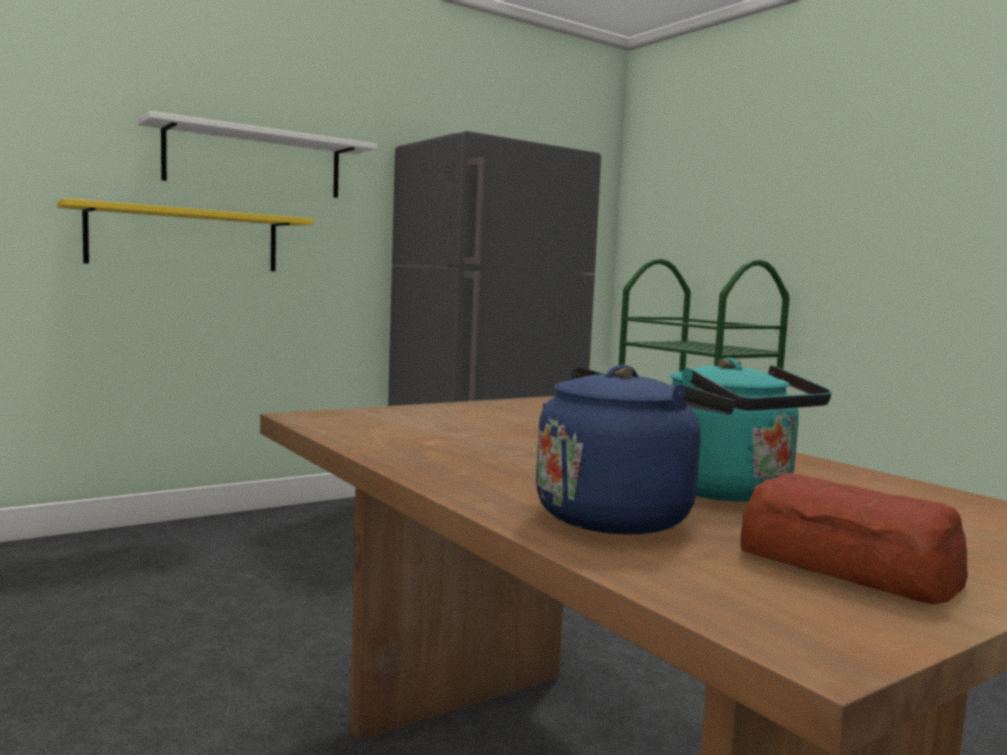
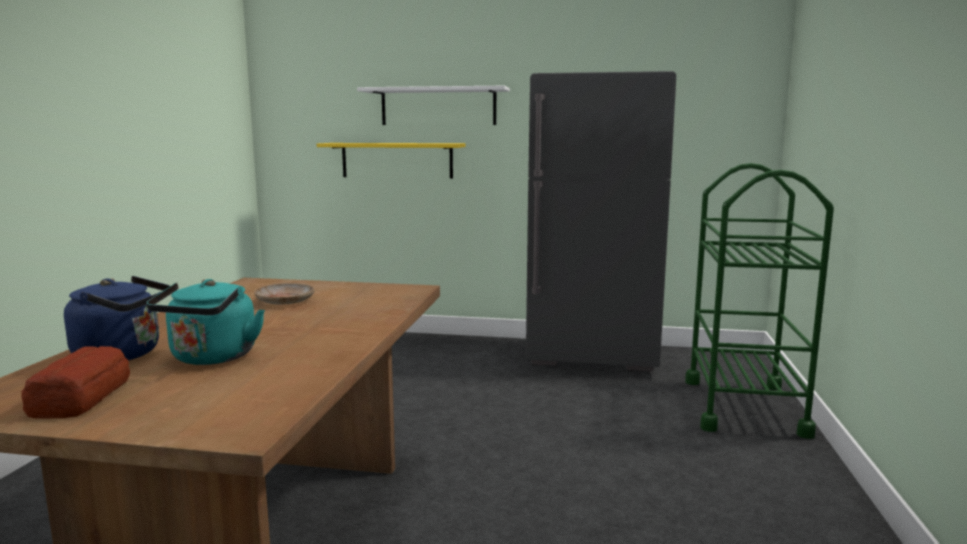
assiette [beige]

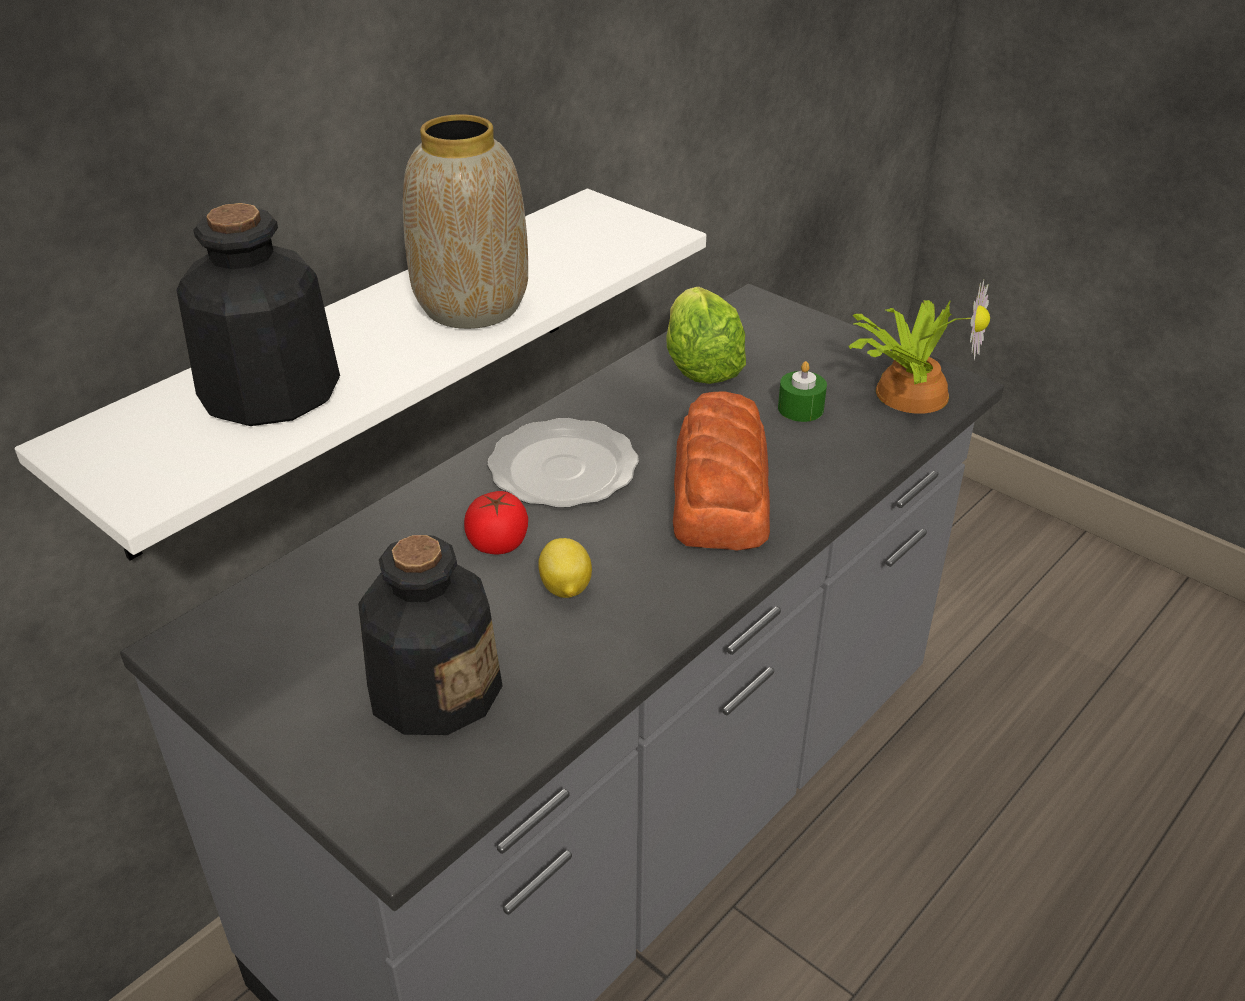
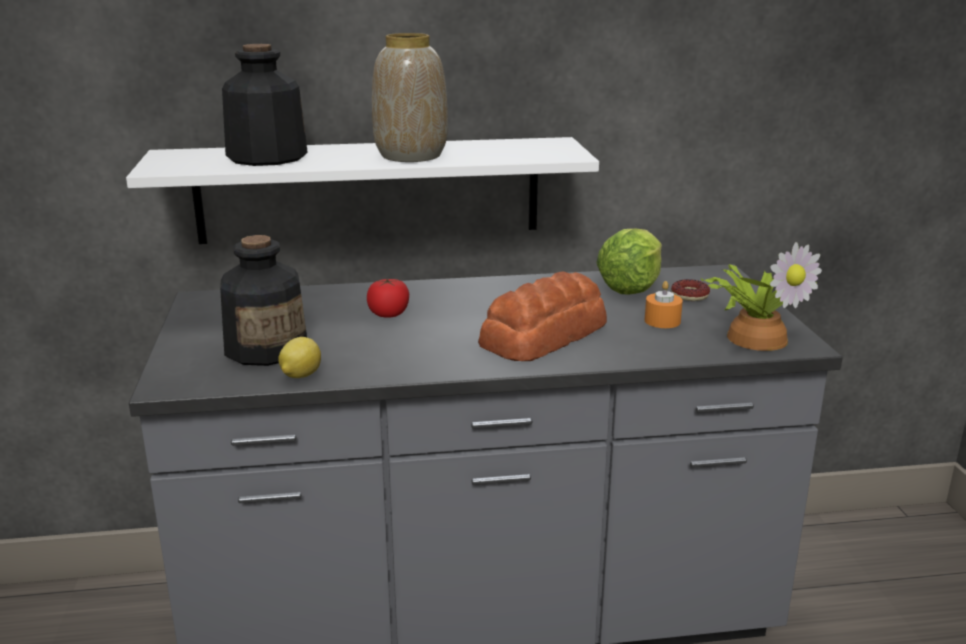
assiette
citron
bougie [orange]
beignet

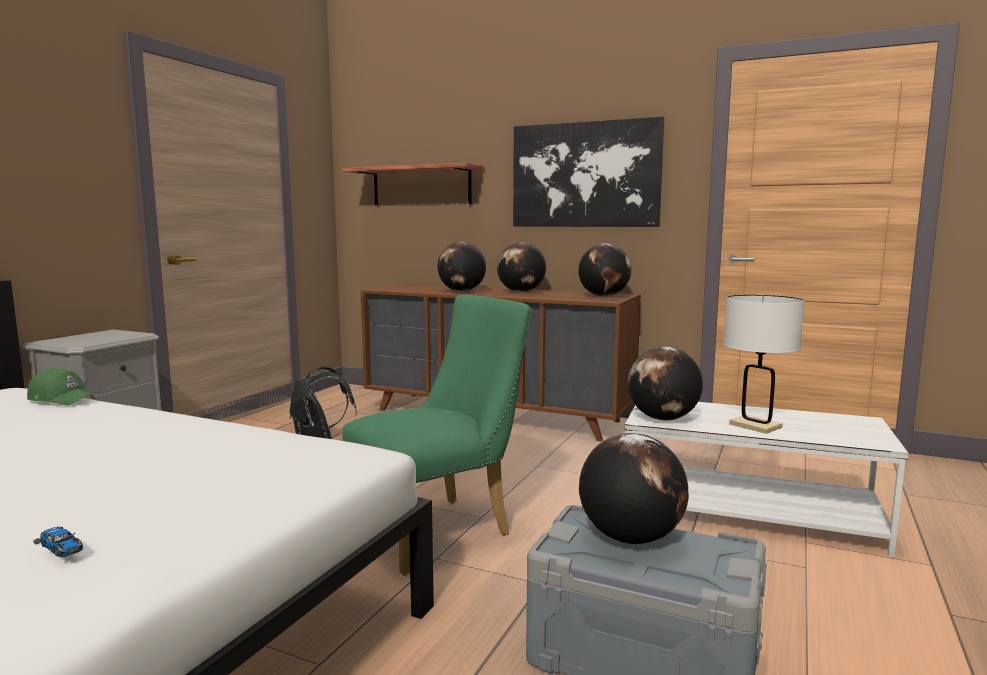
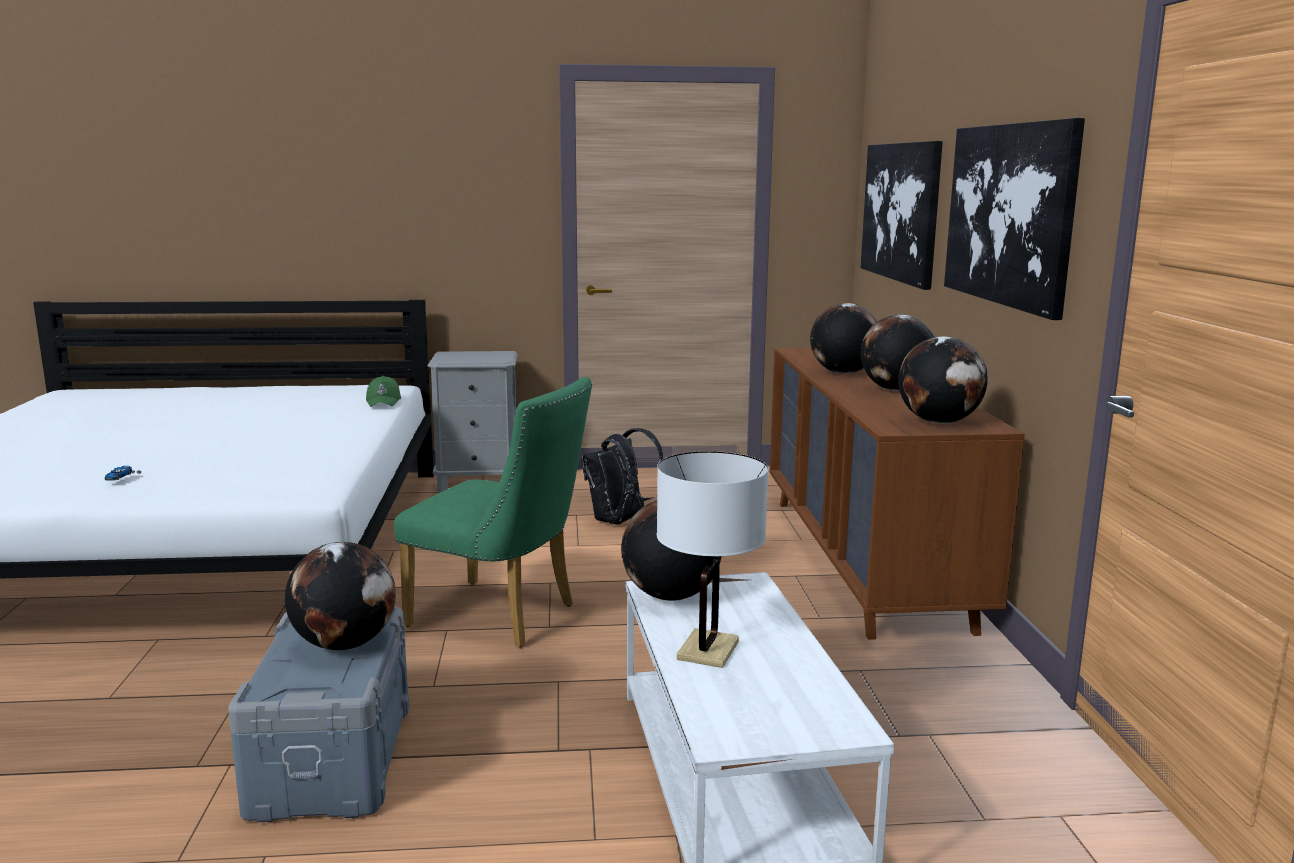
tableau (no. 1 from left)

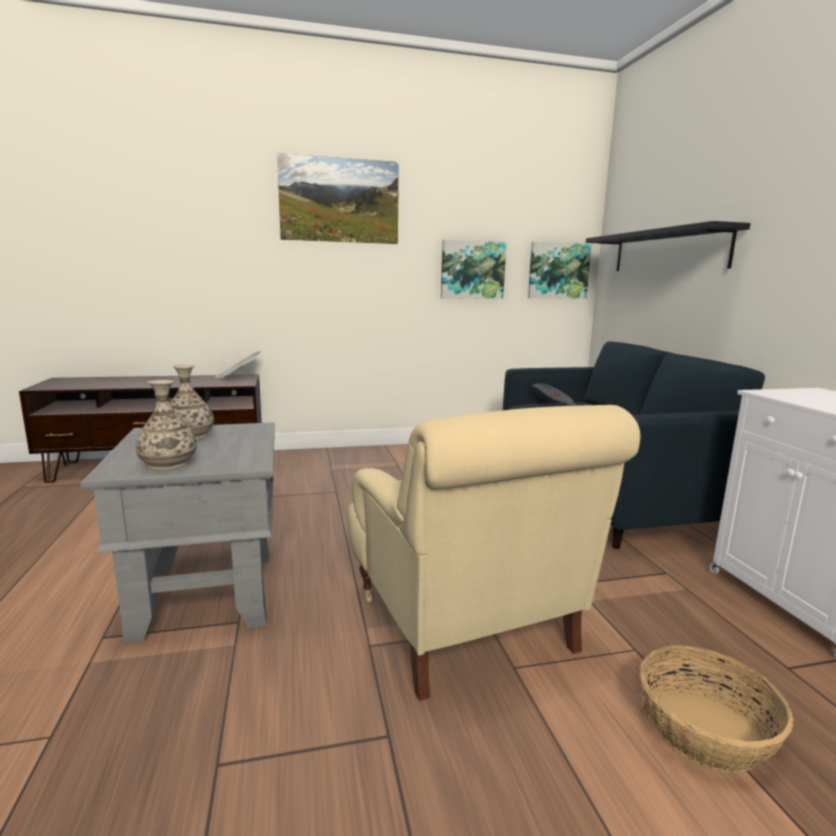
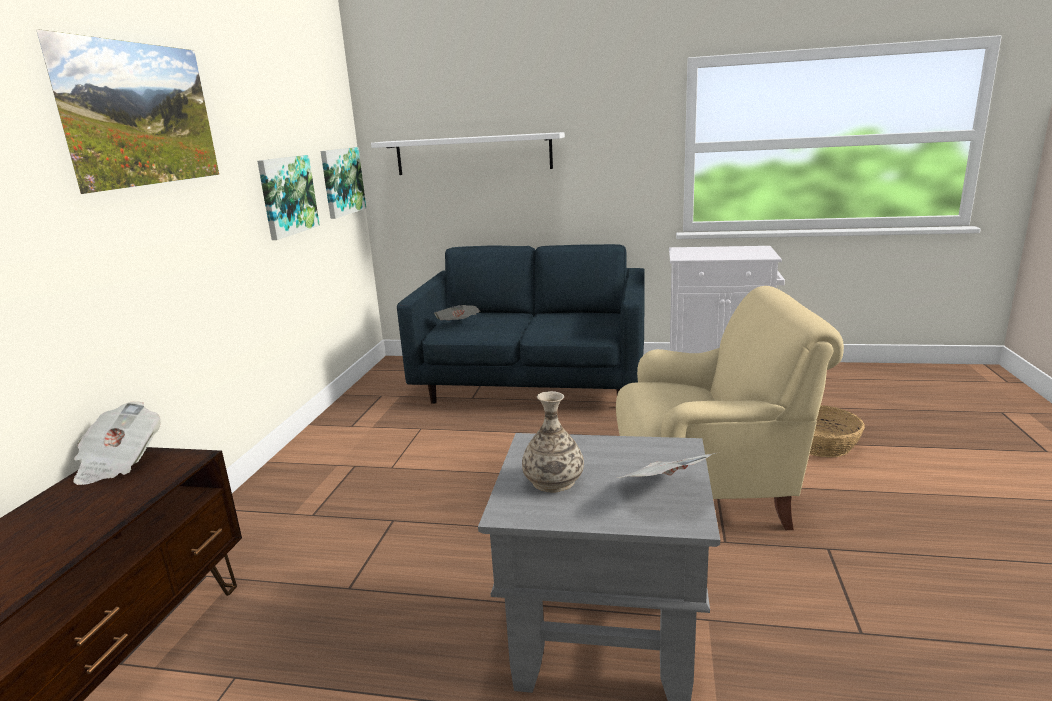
journal (no. 3 from left)
étagère [blanc]

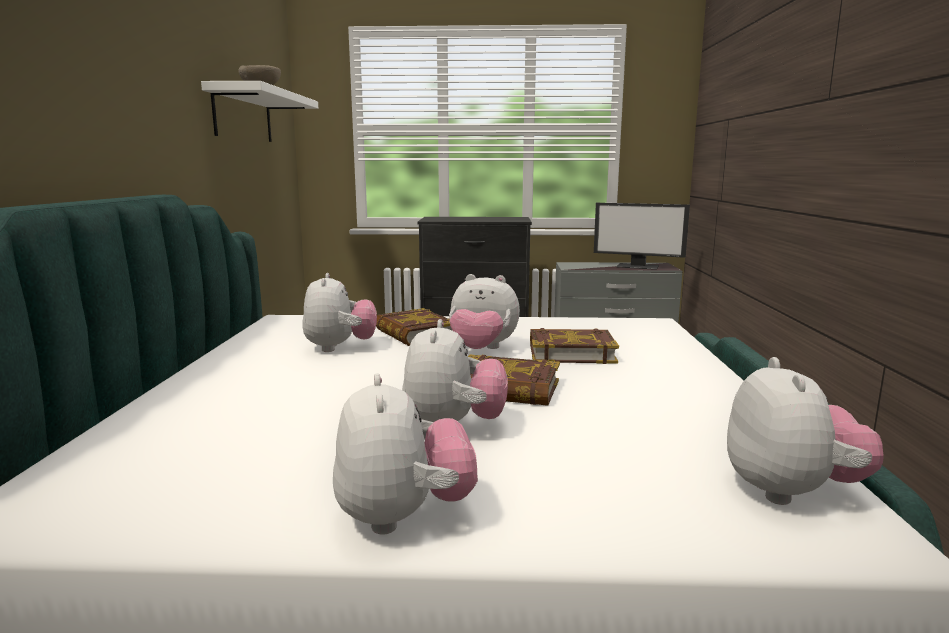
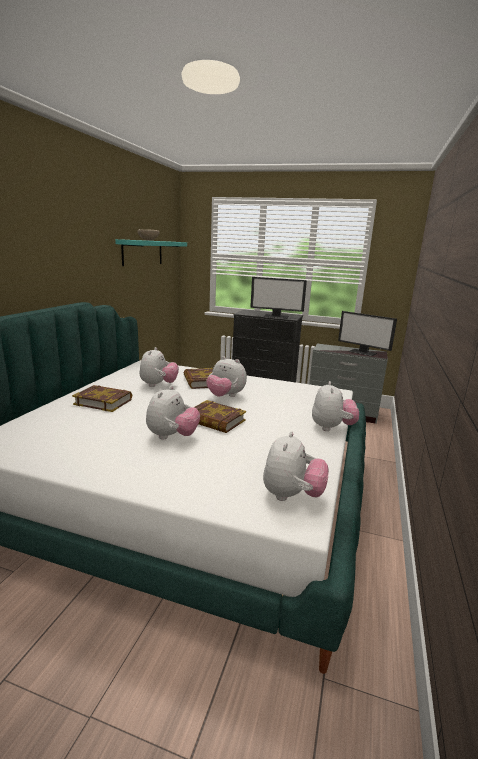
étagère [turquoise]
peluche (no. 5 from left)
livre (no. 1 from left)
écran d'ordinateur (no. 1 from left)

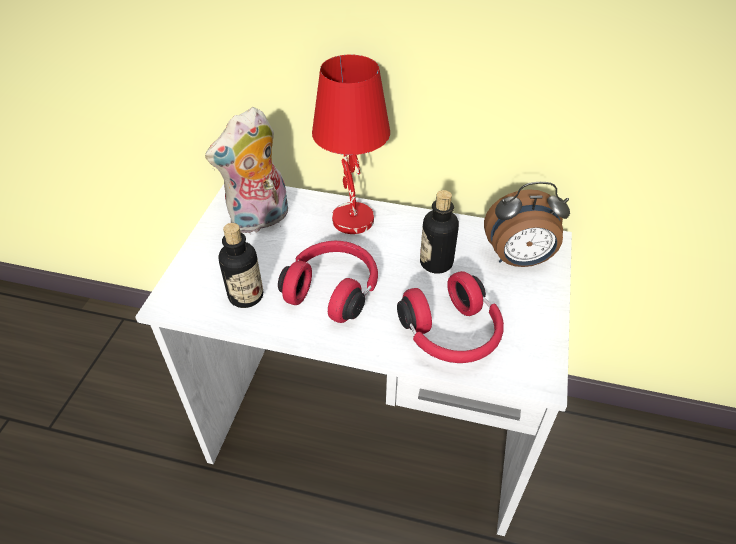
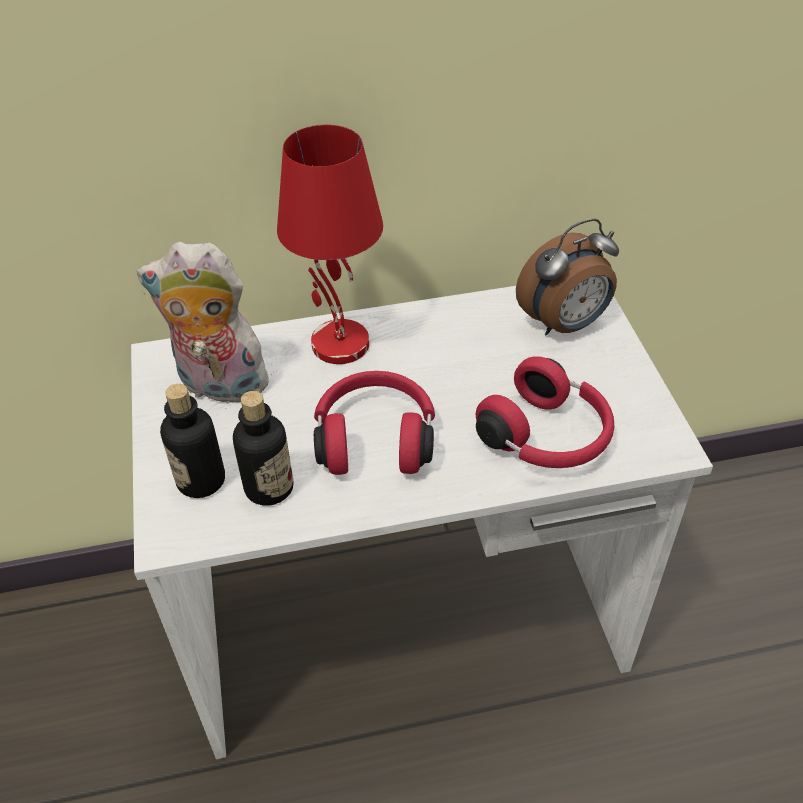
peluche
bouteille (no. 1 from left)

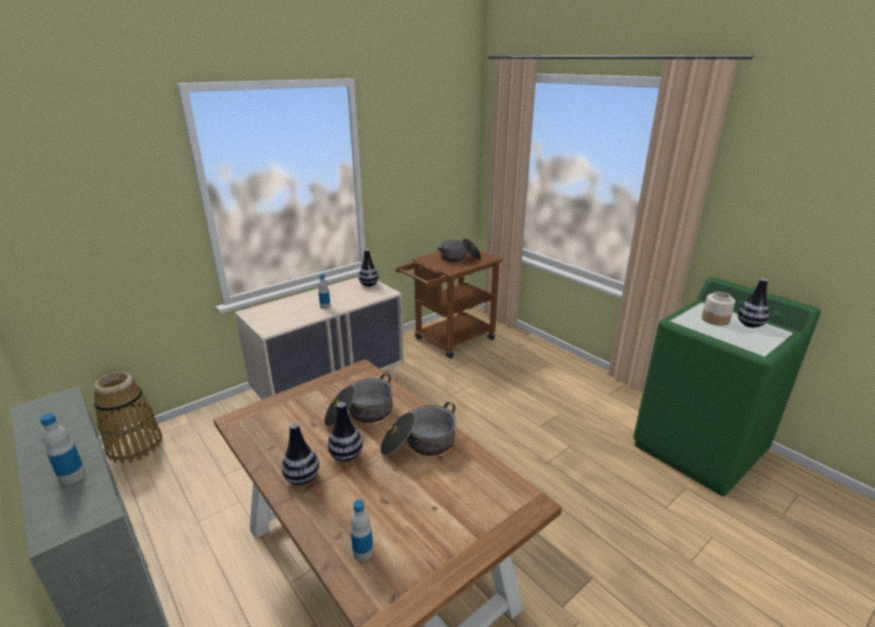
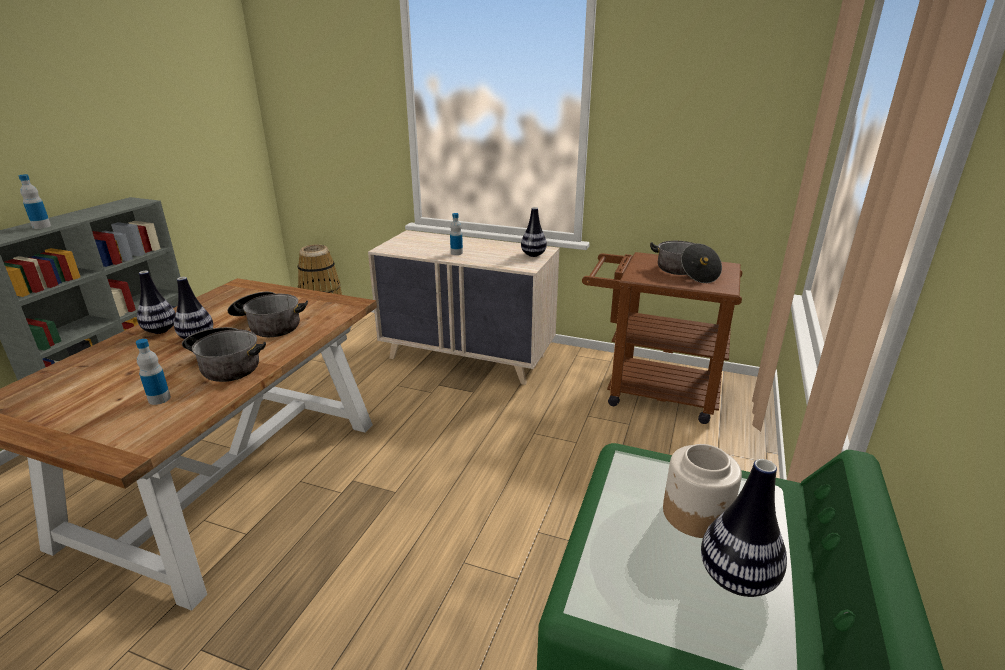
bouteille (no. 2 from left)

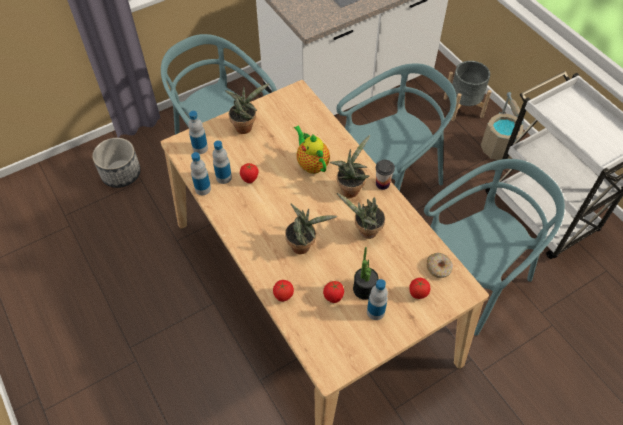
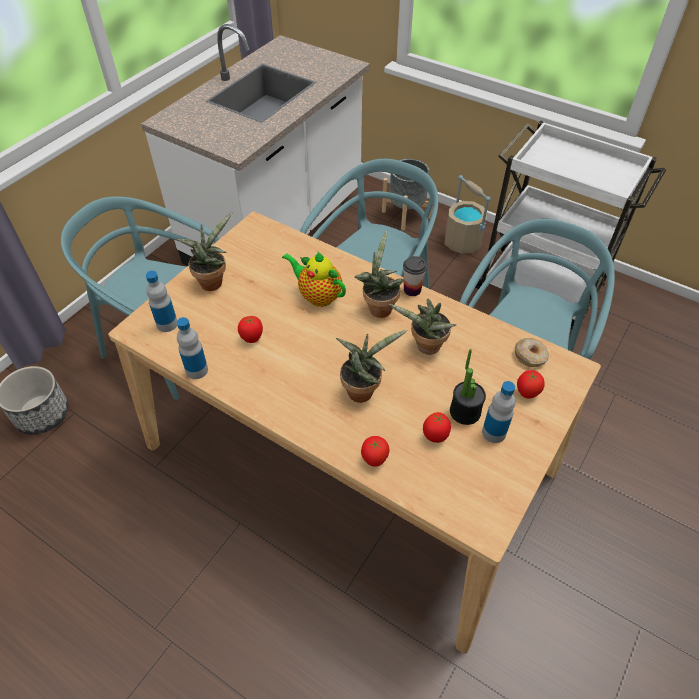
bouteille (no. 3 from left in the first image)

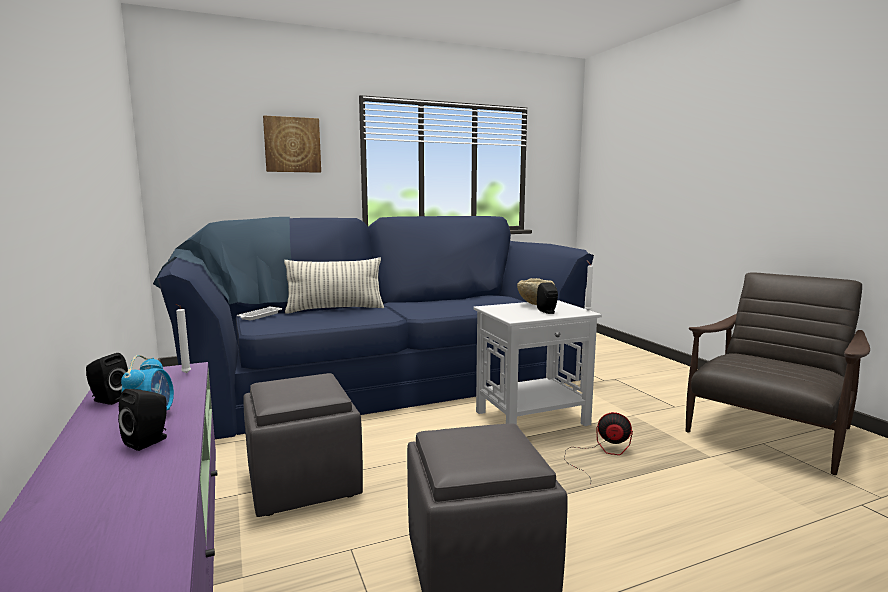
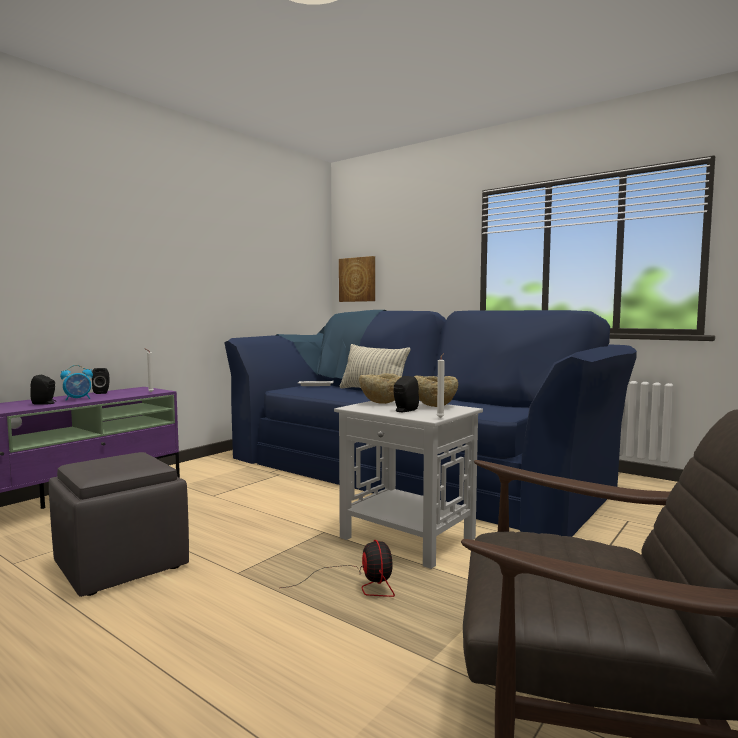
pouf [gris] (no. 1 from left in the first image)
tableau
bol [beige] (no. 1 from left)

